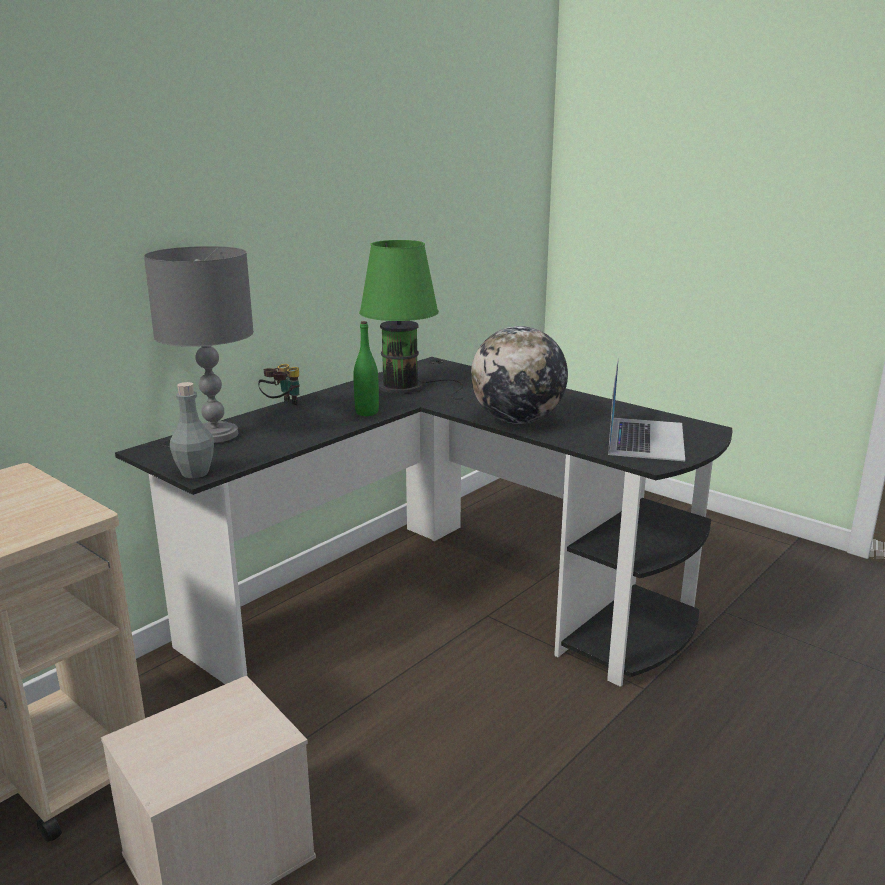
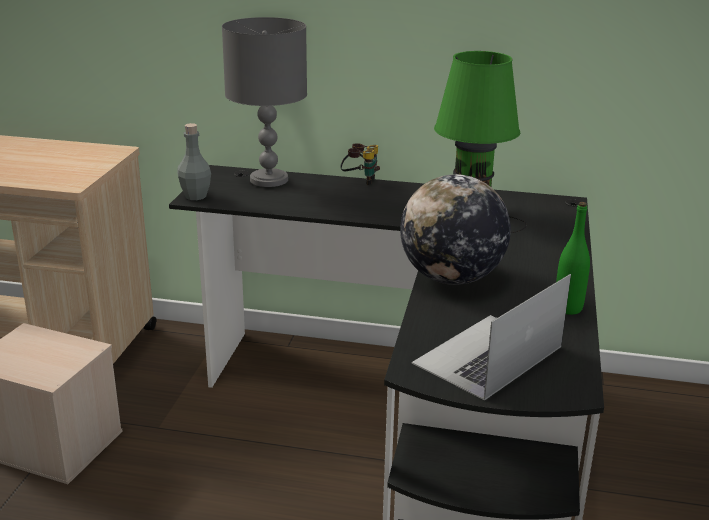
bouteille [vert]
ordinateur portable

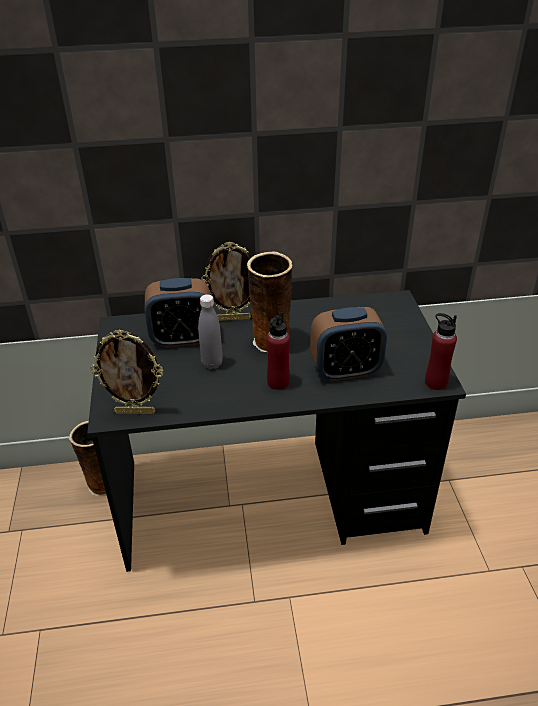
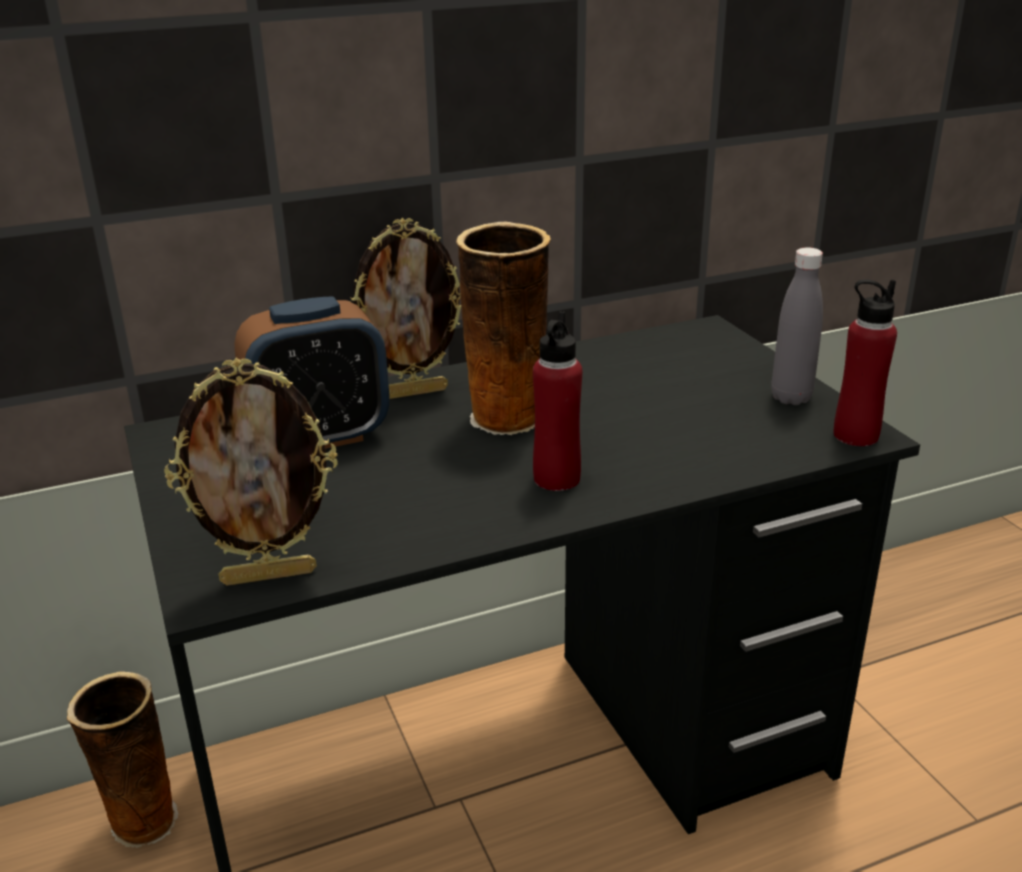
bouteille [gris]
réveil (no. 2 from left in the first image)

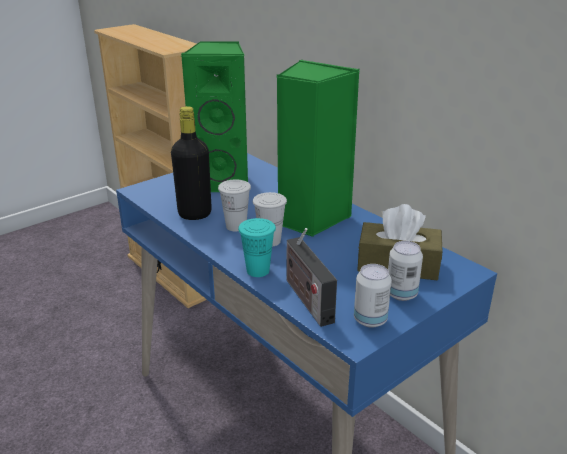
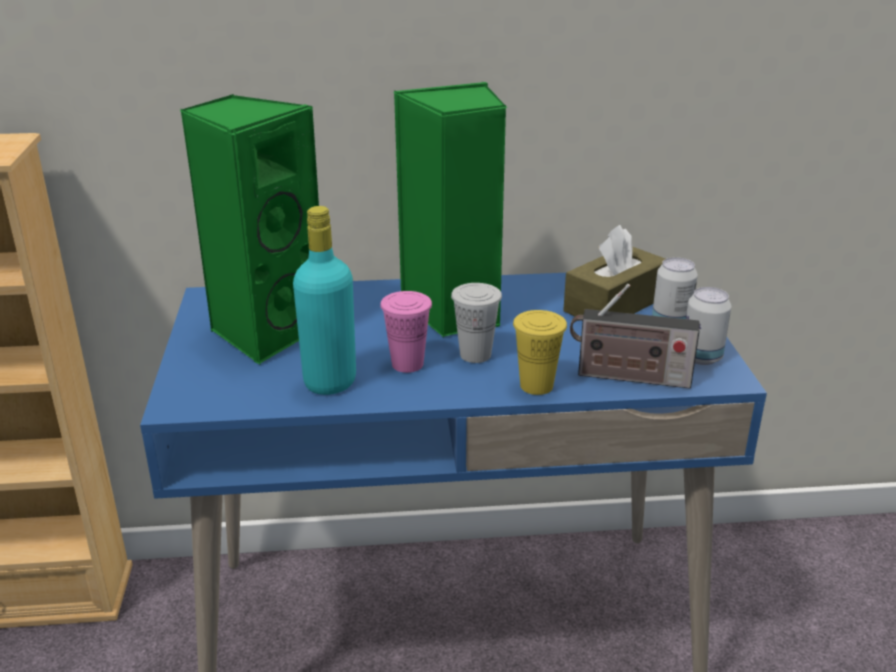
bouteille [turquoise]
tasse [rose]
tasse [jaune]

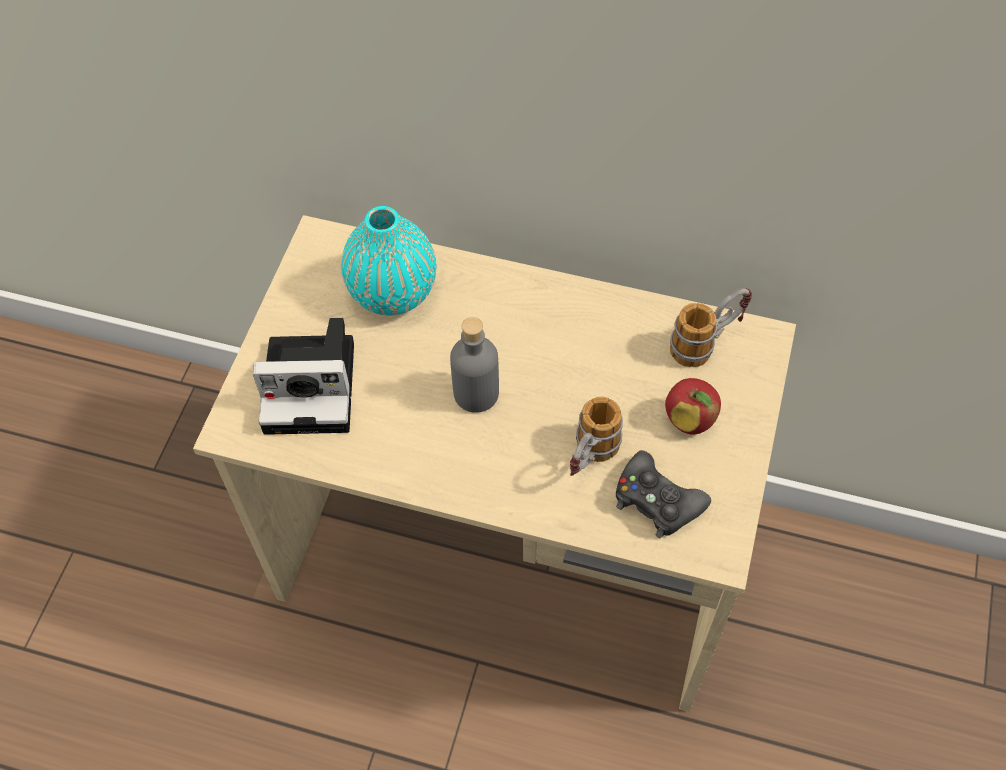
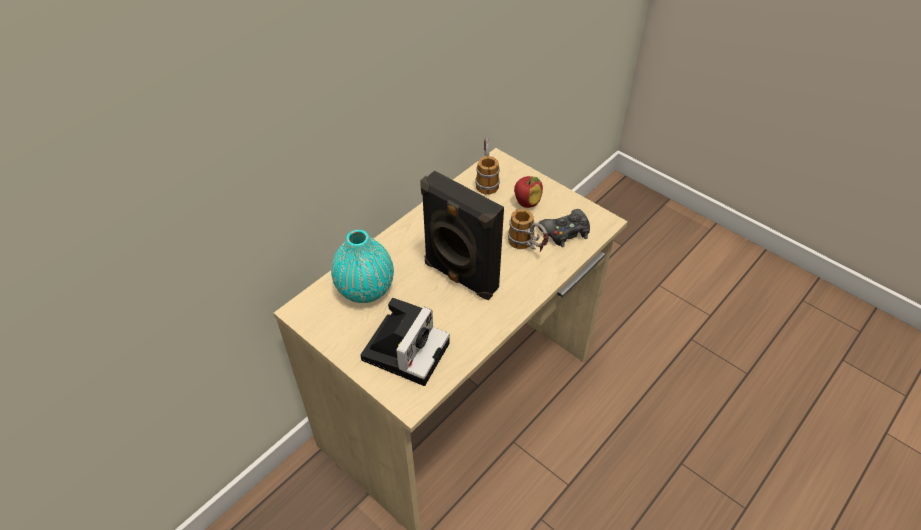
enceinte [noir]

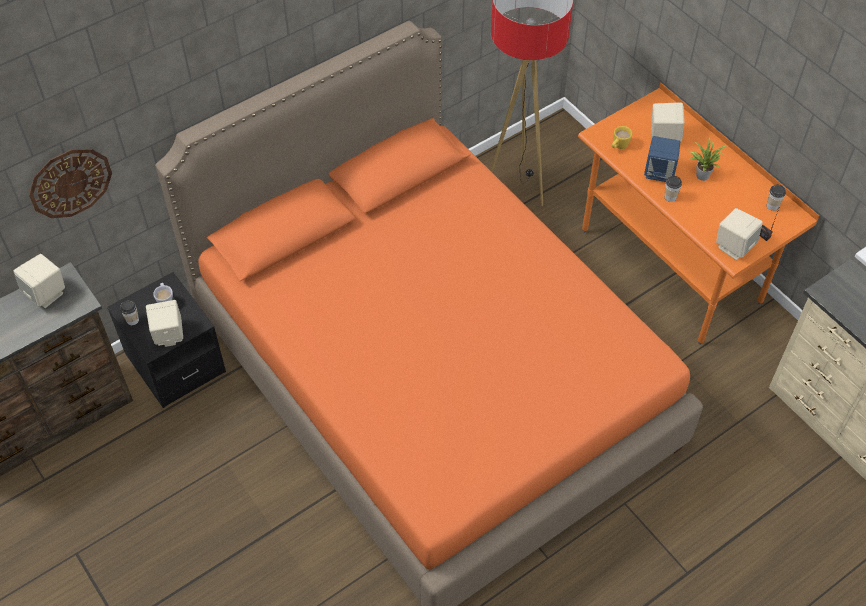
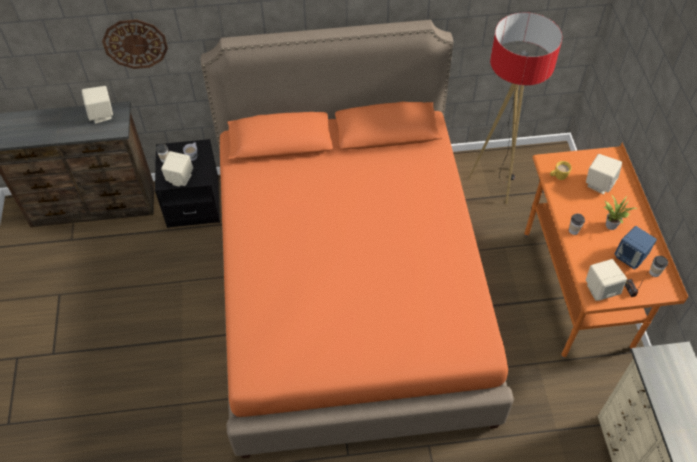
enceinte [bleu]

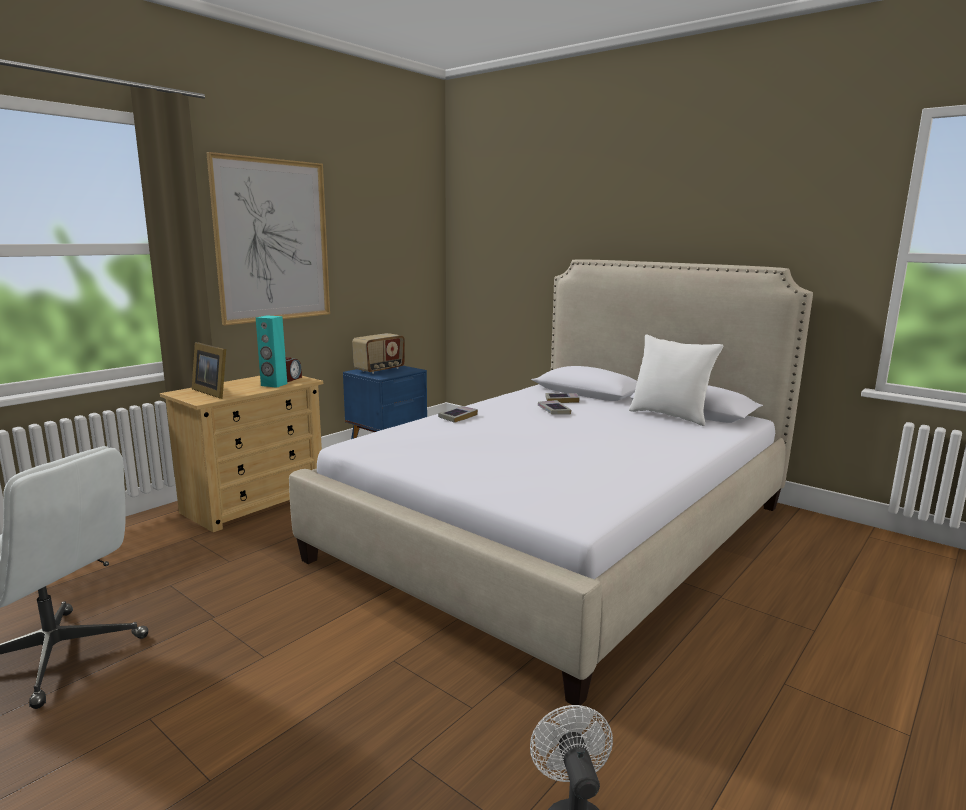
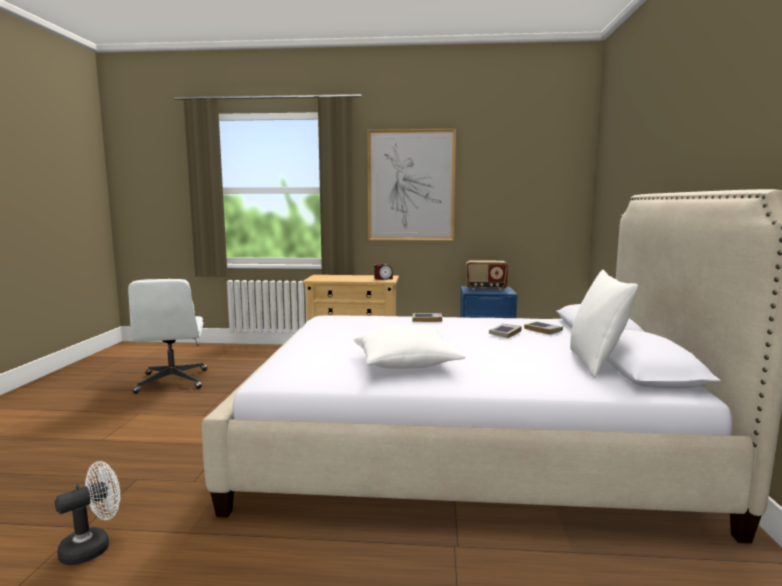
cadre photo
enceinte [turquoise]
coussin [blanc] (no. 1 from left)

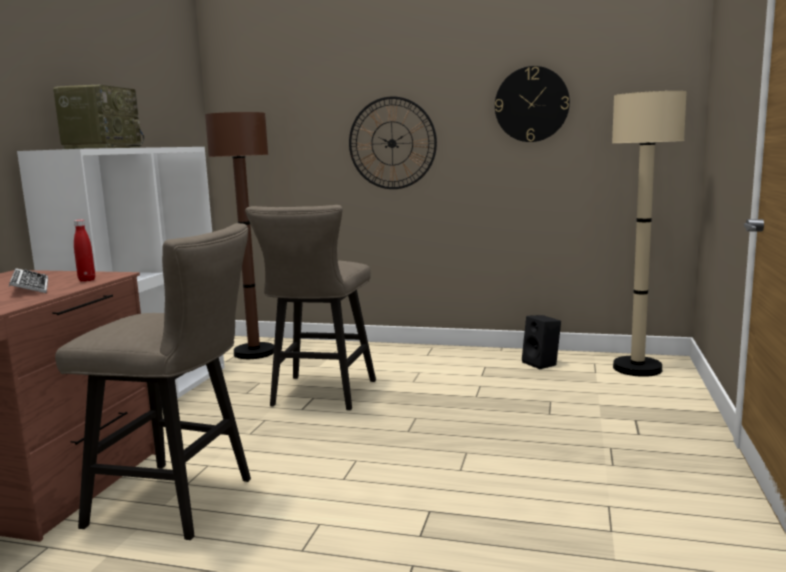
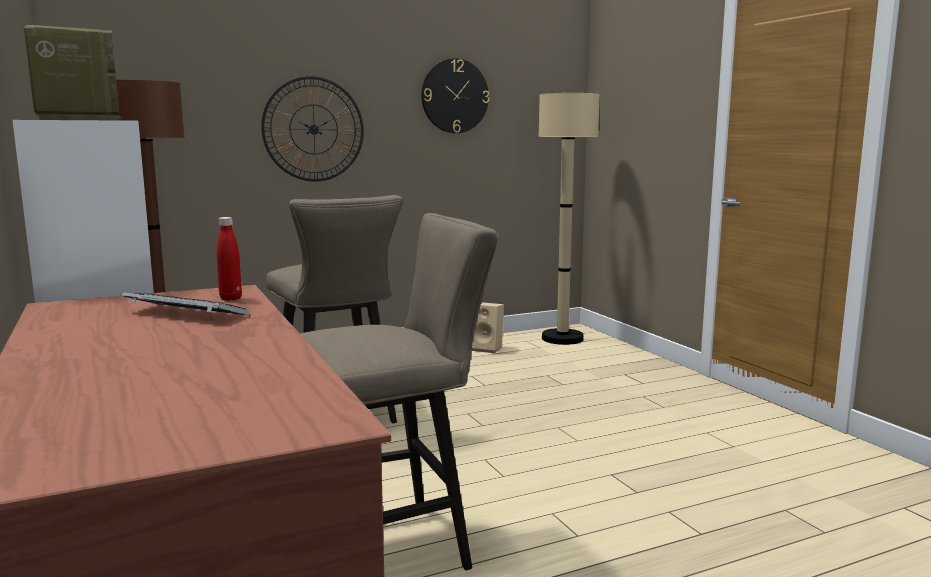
enceinte [beige]

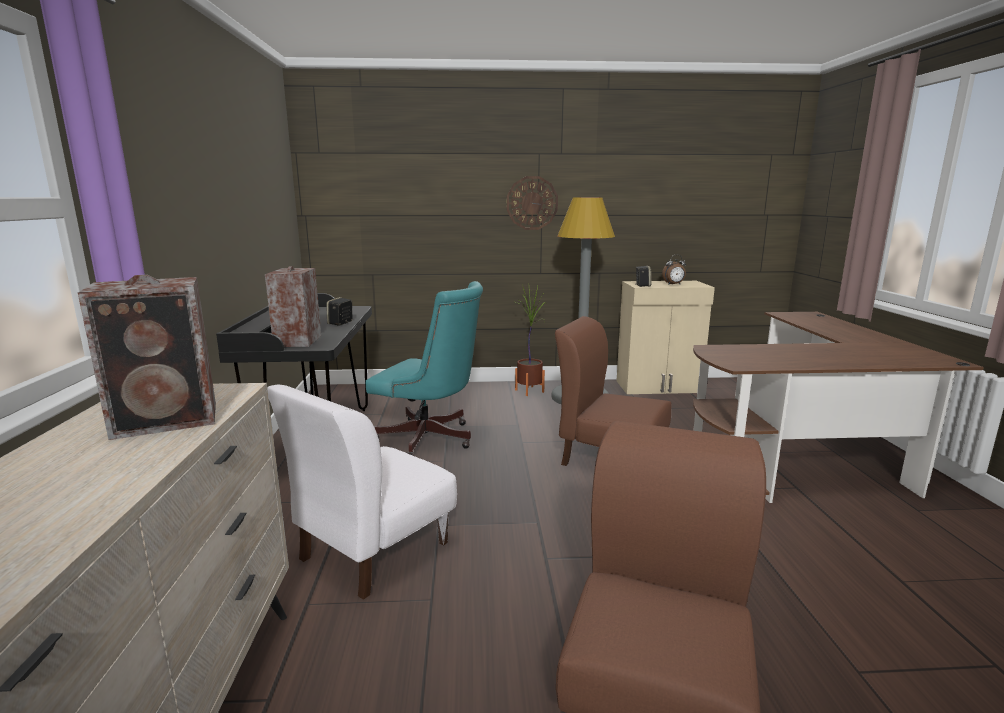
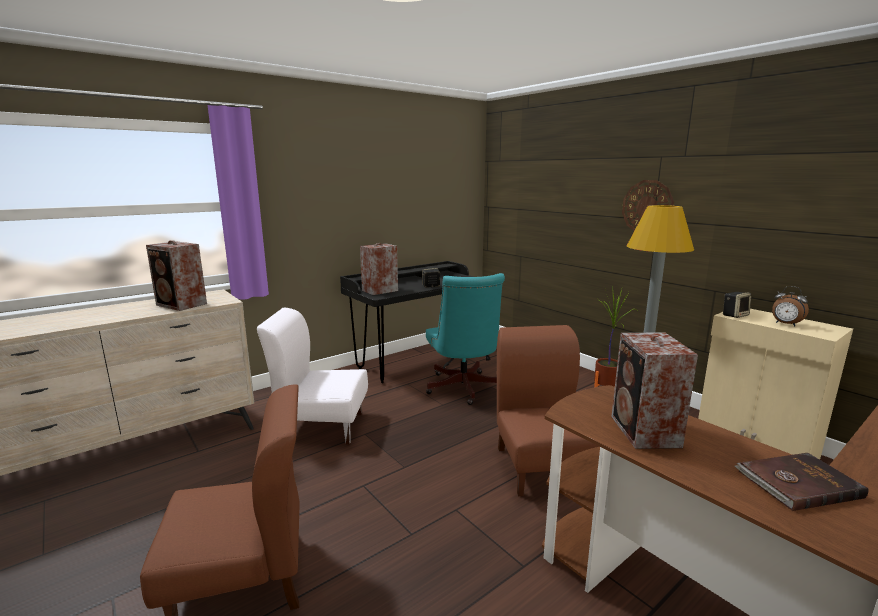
enceinte (no. 4 from left)
livre [marron]

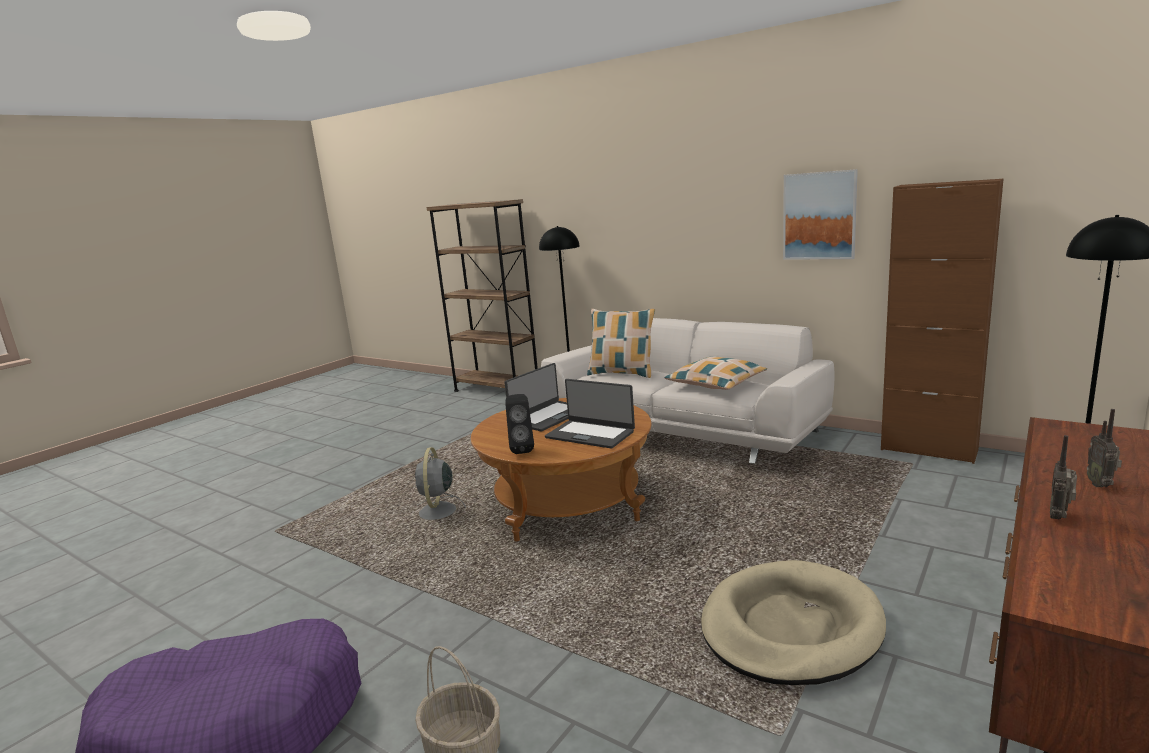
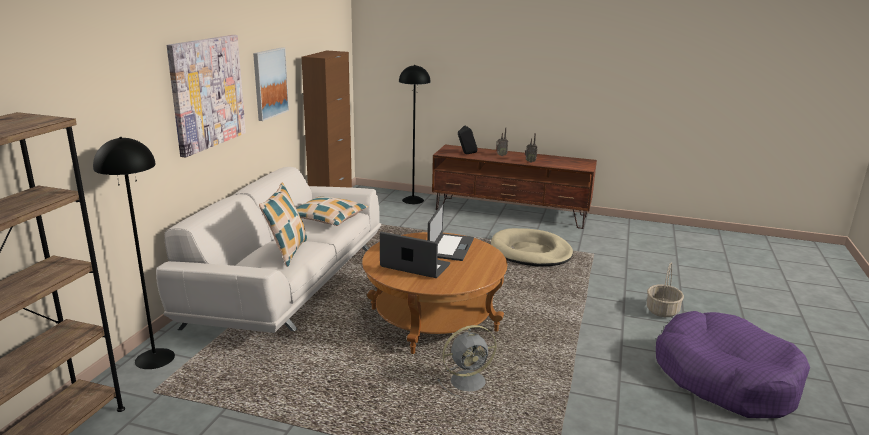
enceinte [noir]
tableau (no. 1 from left)

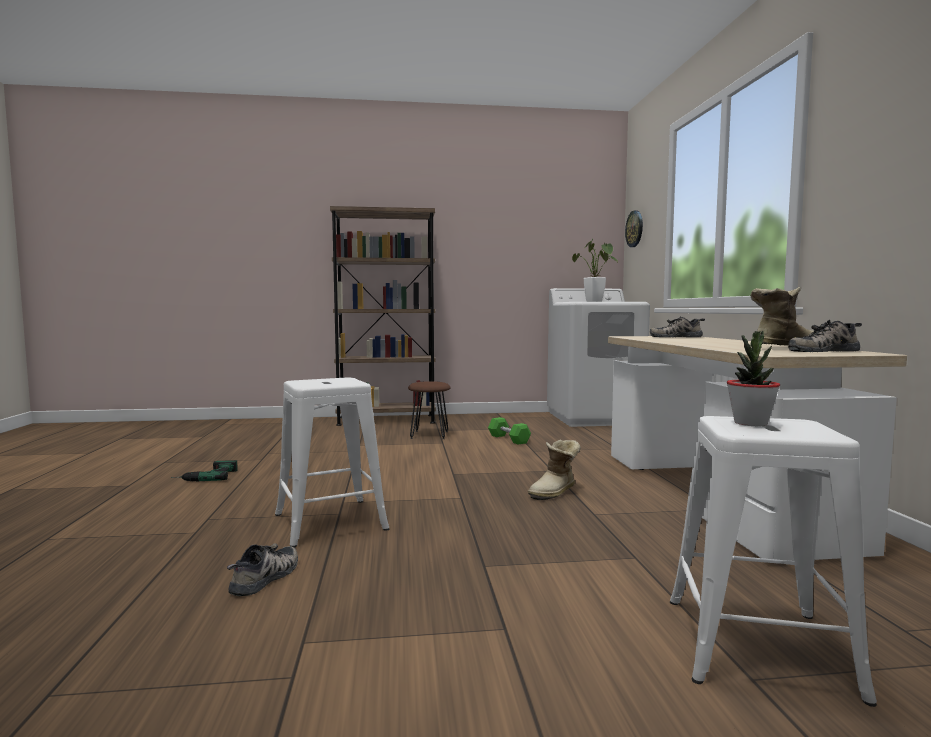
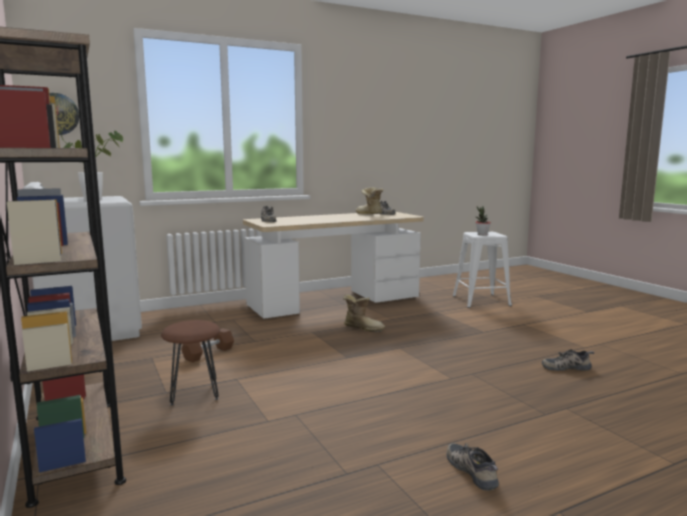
chaussure (no. 3 from left)
tabouret [blanc] (no. 1 from left in the first image)
haltère [marron]

